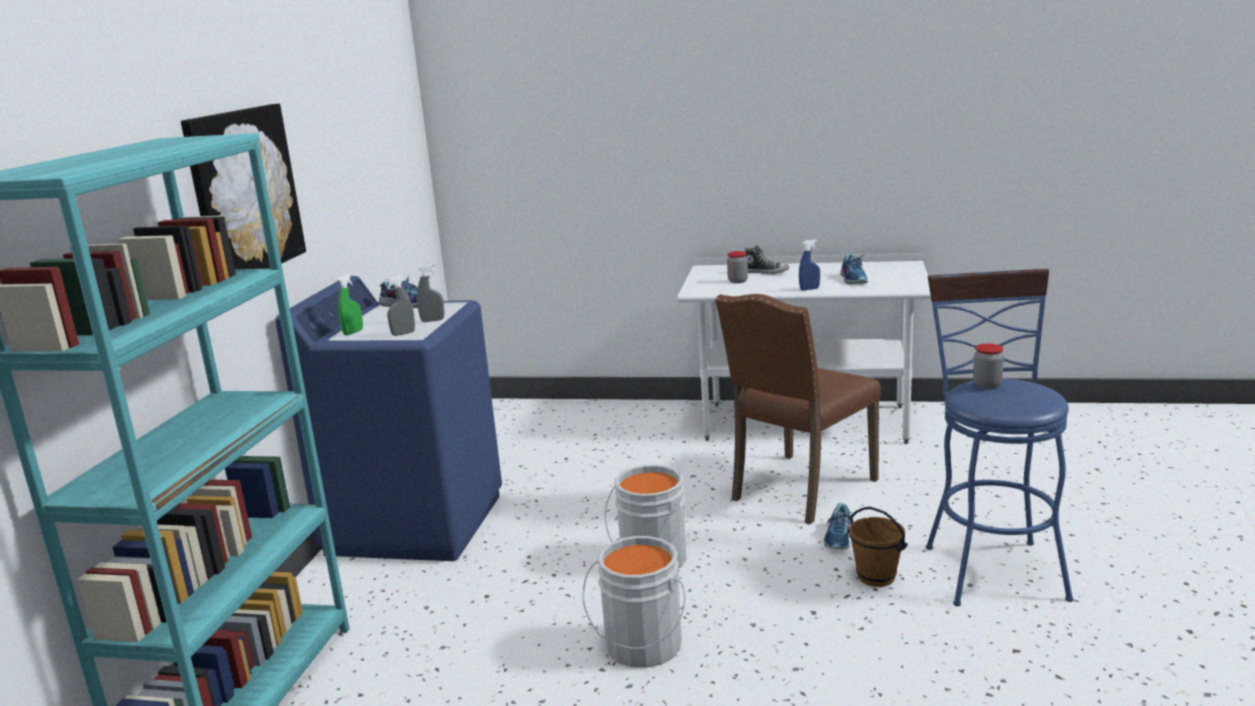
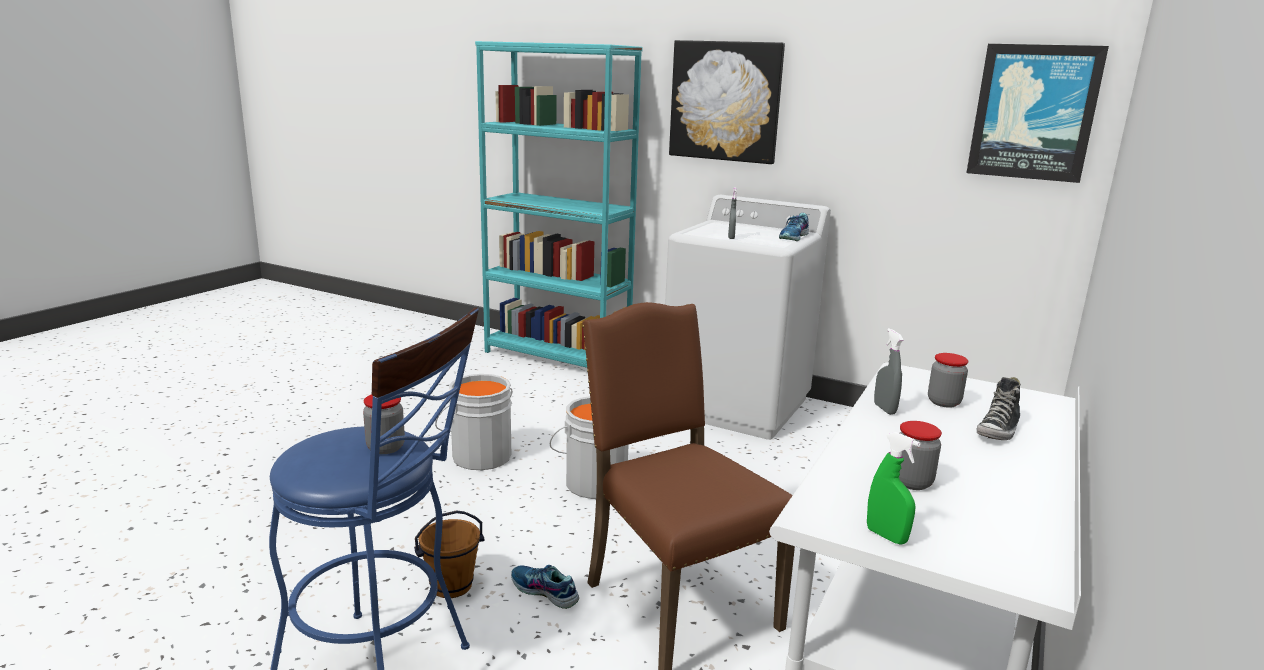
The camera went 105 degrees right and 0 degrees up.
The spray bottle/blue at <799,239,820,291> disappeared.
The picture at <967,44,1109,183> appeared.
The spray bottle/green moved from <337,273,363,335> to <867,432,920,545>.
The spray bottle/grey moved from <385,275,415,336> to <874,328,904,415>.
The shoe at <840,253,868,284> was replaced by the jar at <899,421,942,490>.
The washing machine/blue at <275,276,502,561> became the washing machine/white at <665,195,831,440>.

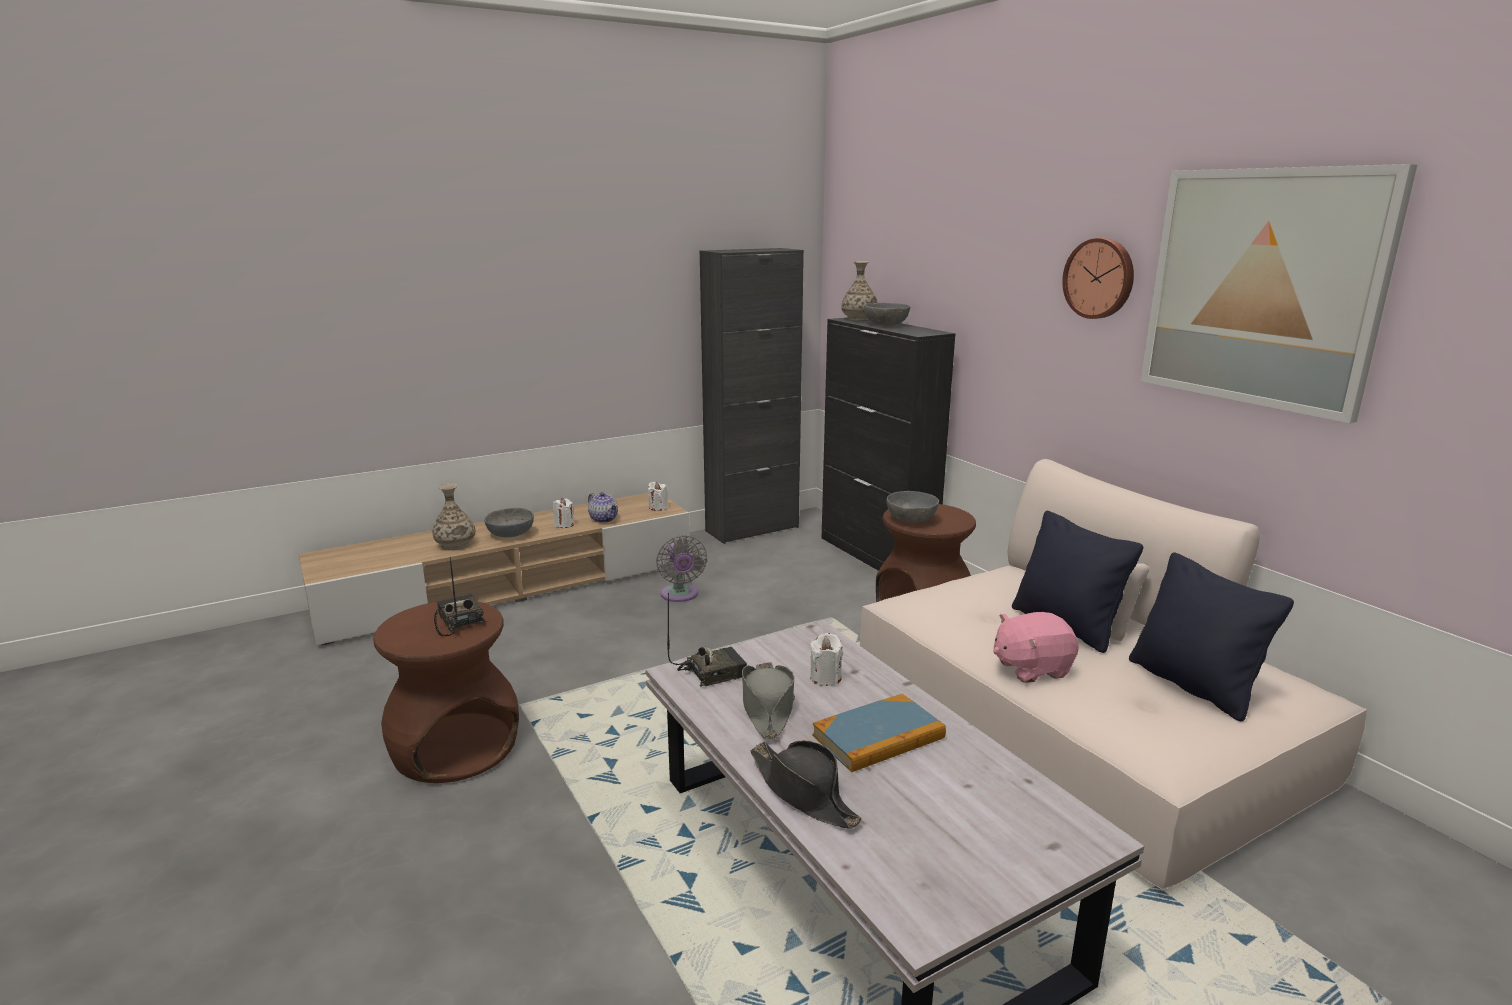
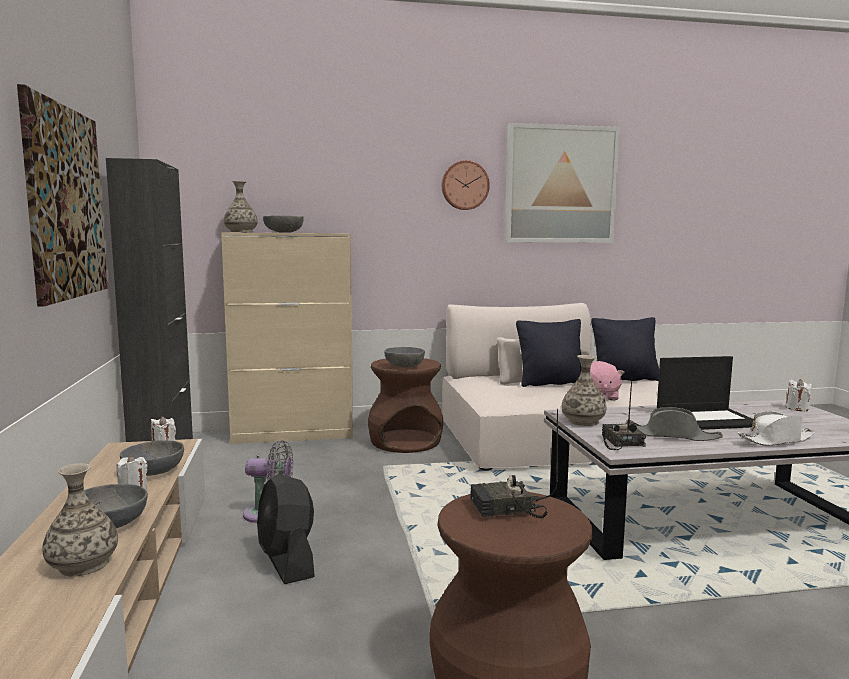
The camera went 70 degrees left and 10 degrees down.
The picture at <17,84,108,307> appeared.
The fan/black at <257,474,315,584> appeared.
The vase at <562,355,606,426> appeared.
The candle/white moved from <810,633,843,686> to <786,379,812,411>.
The teapot at <588,492,618,523> was replaced by the bowl/grey at <120,440,184,476>.
The book at <812,694,946,773> was replaced by the laptop at <657,356,754,430>.
The hat/black at <750,740,862,829> became the hat/white at <738,411,815,446>.
The cabinet/black at <822,317,956,571> became the cabinet/beige at <221,233,353,444>.

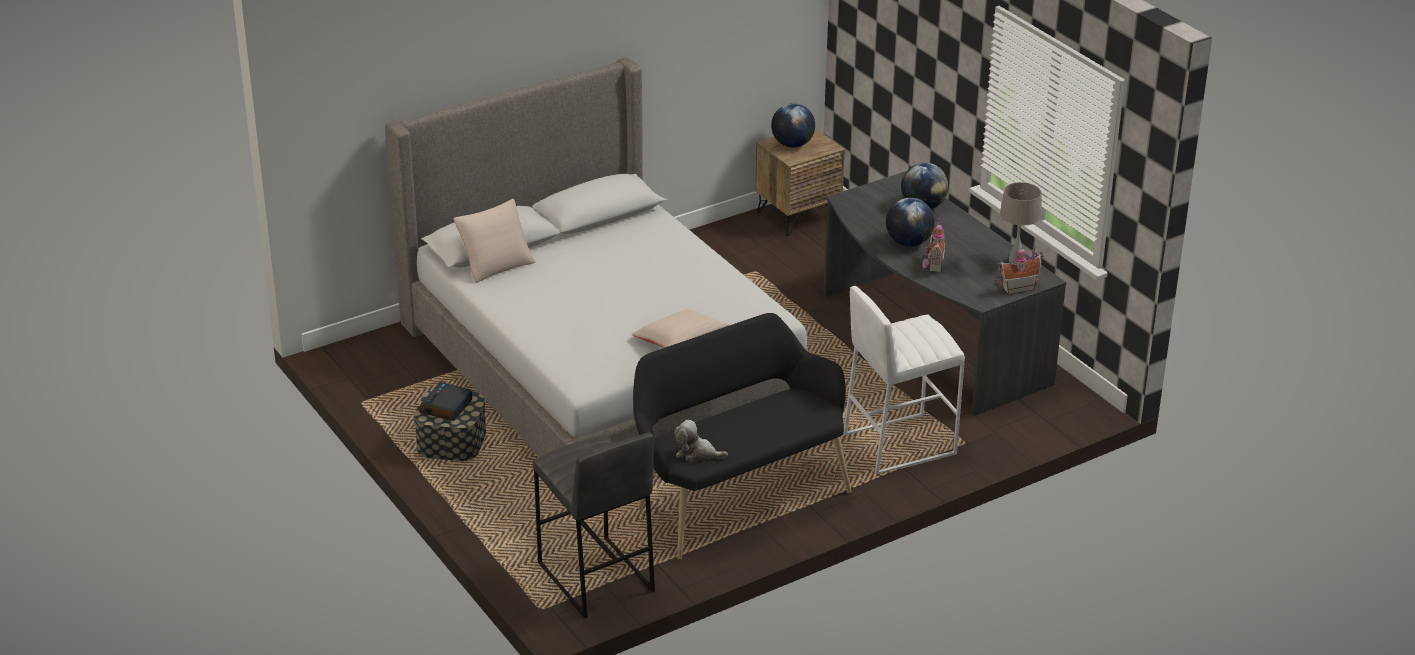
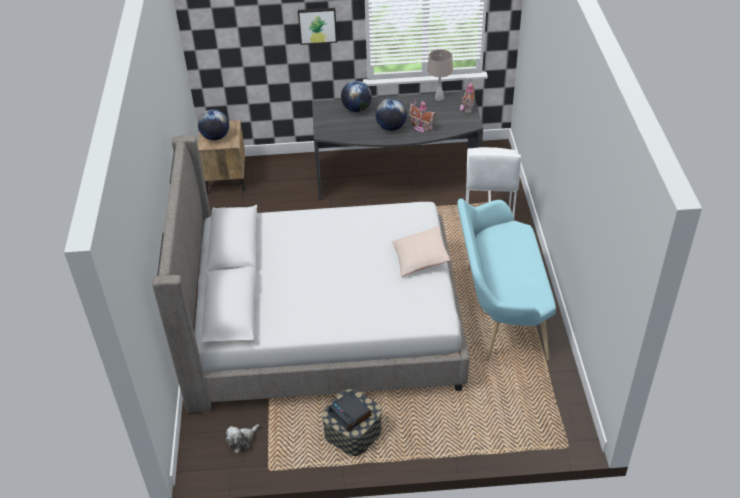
The camera went 60 degrees left and 10 degrees up.
The pillow/beige at <453,199,535,283> disappeared.
The stool/grey at <533,433,655,618> disappeared.
The picture at <298,8,337,45> appeared.
The plush toy moved from <674,420,728,463> to <226,424,260,454>.
The bench/black at <633,313,851,560> became the bench/turquoise at <457,199,556,361>.

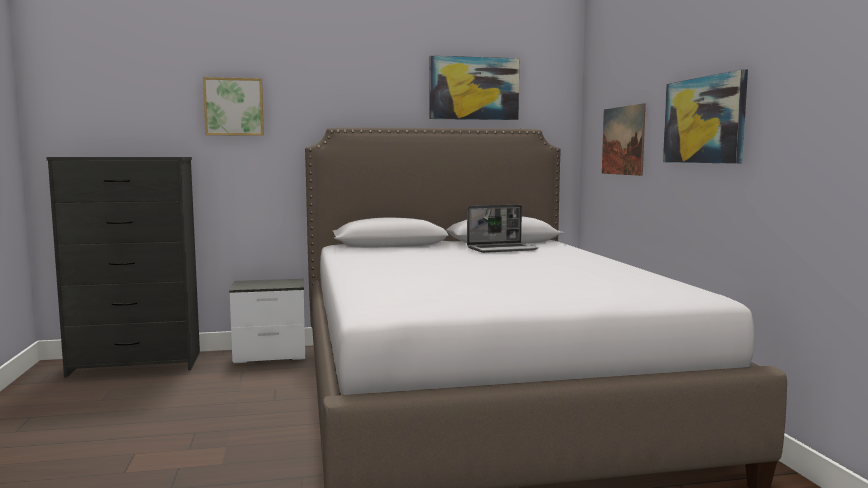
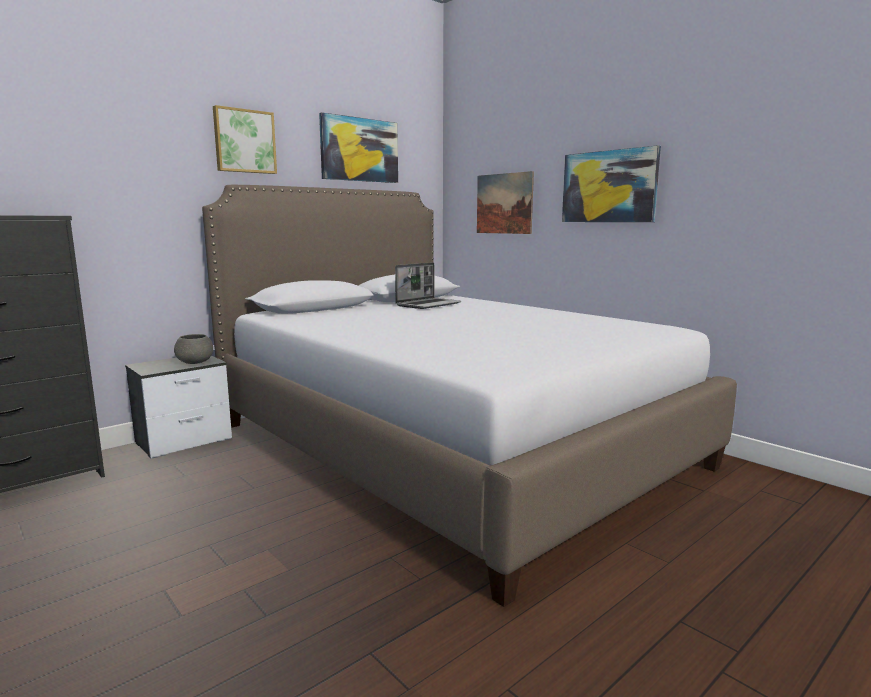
The camera went 30 degrees left and 5 degrees up.
The bowl/grey at <174,334,213,364> appeared.
The picture moved from <203,77,264,136> to <213,105,277,174>.

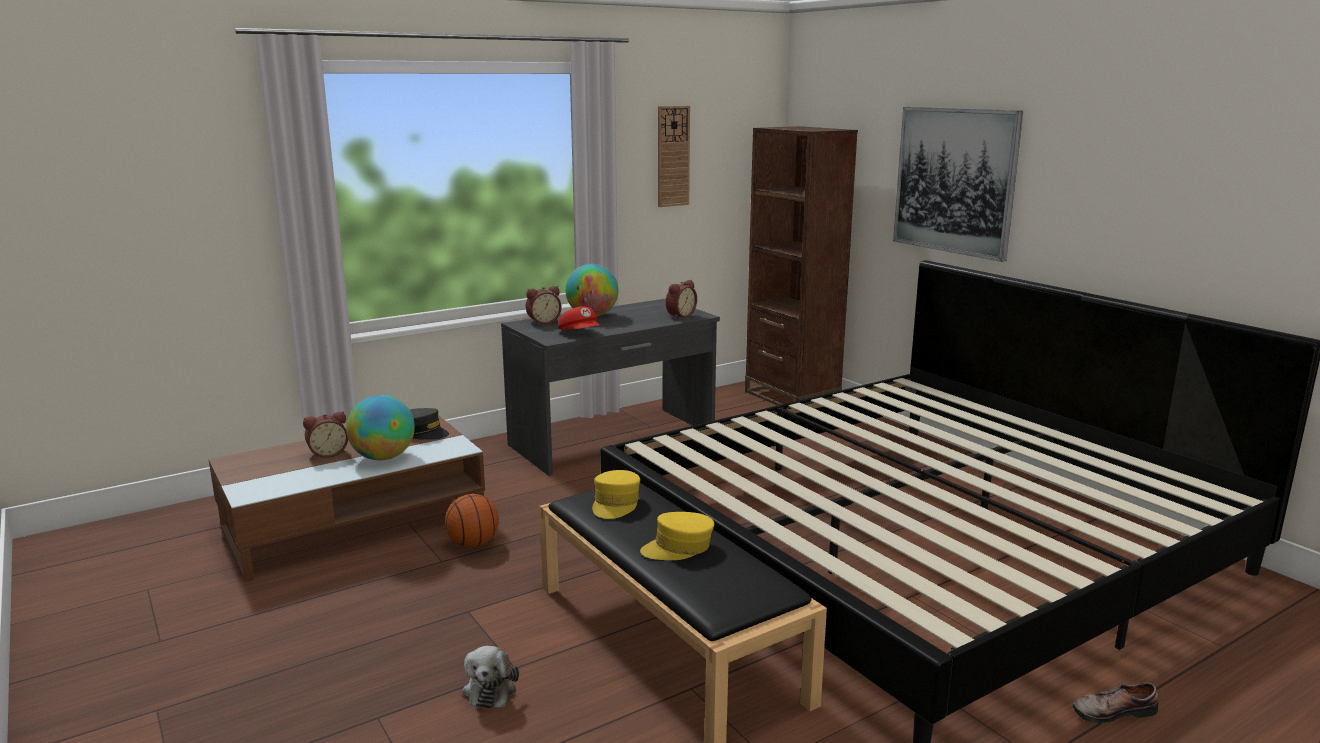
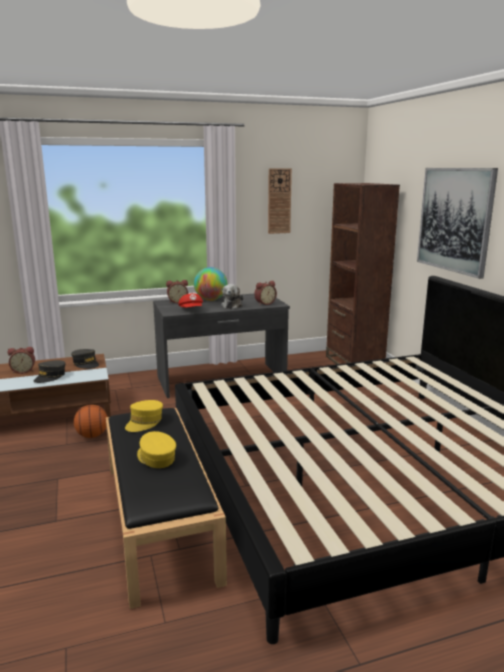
The camera went 15 degrees right and 0 degrees up.
The shoe at <1073,682,1159,723> disappeared.
The plush toy moved from <462,646,519,709> to <221,284,244,309>.
The globe at <346,395,415,460> was replaced by the cap/grey at <34,360,66,383>.
The cap/yellow at <640,512,714,560> turned 60 degrees clockwise.

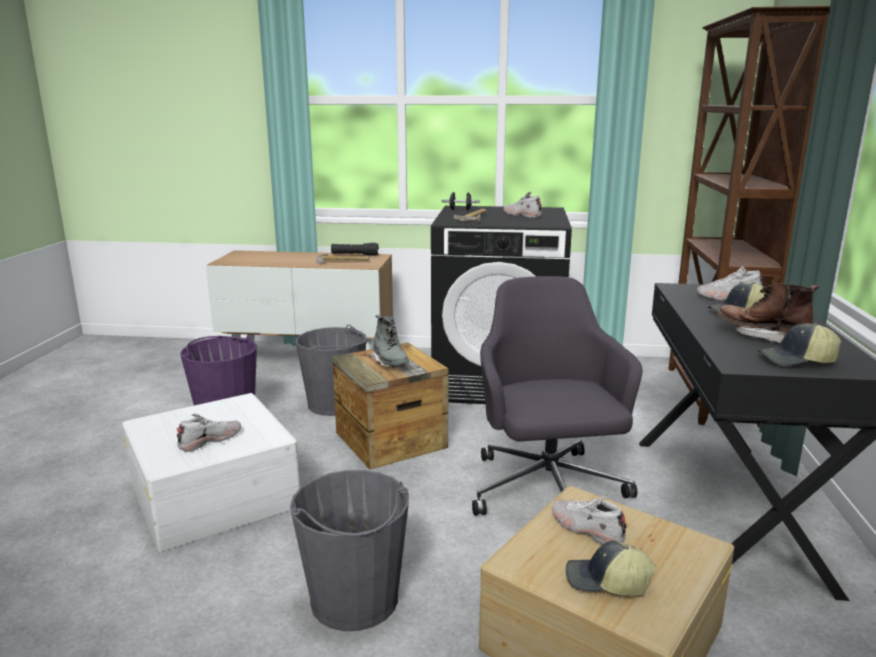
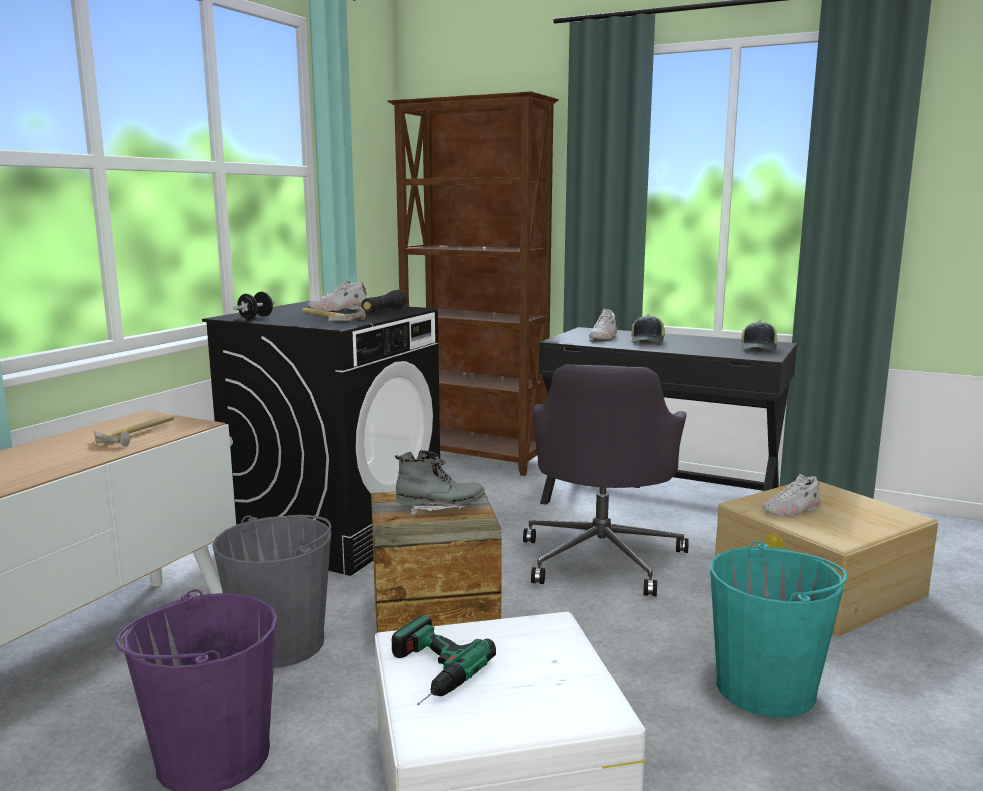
The camera went 70 degrees left and 5 degrees down.
The shoe/white at <177,413,241,452> disappeared.
The cap at <566,540,656,596> disappeared.
The boot/brown at <717,283,819,343> disappeared.
The power drill at <391,615,496,705> appeared.
The flashlight/black moved from <331,243,379,256> to <361,290,407,313>.
The bucket/grey at <290,470,409,631> became the bucket/turquoise at <710,540,847,718>.
The office chair/grey at <472,276,643,516> turned 90 degrees counterclockwise.

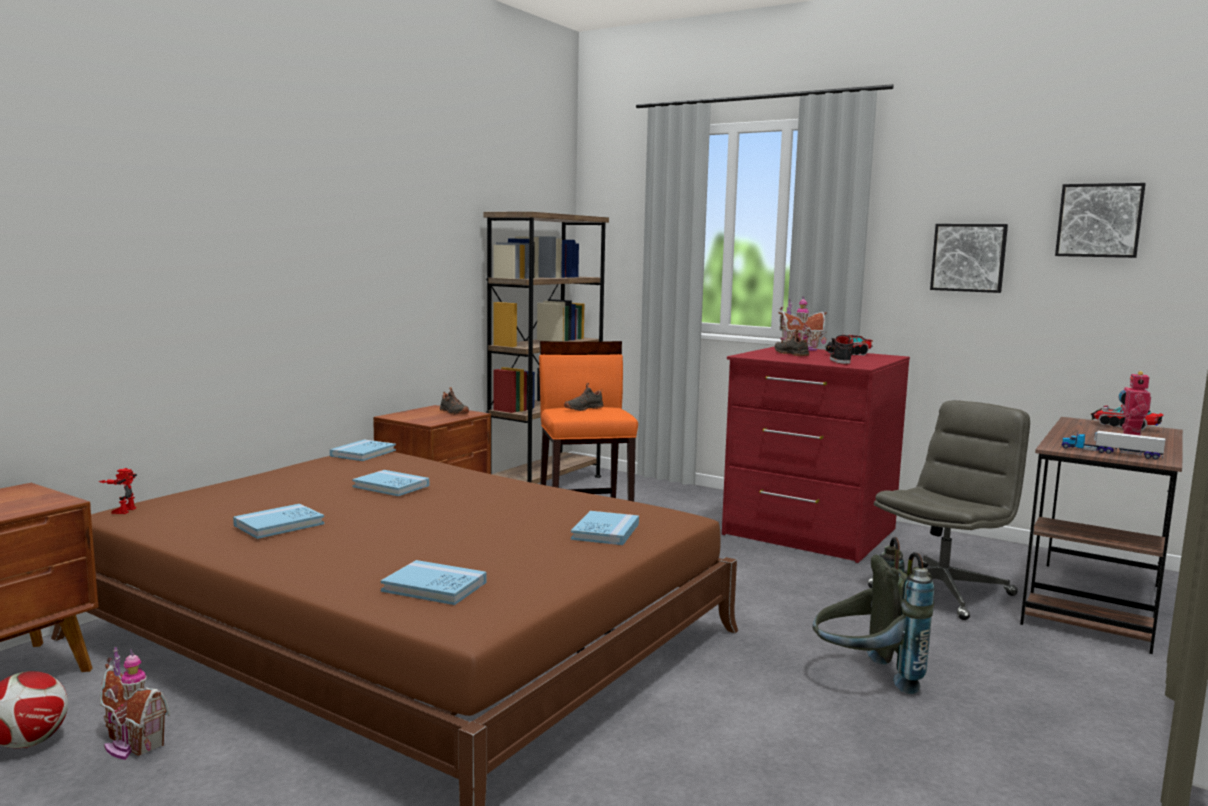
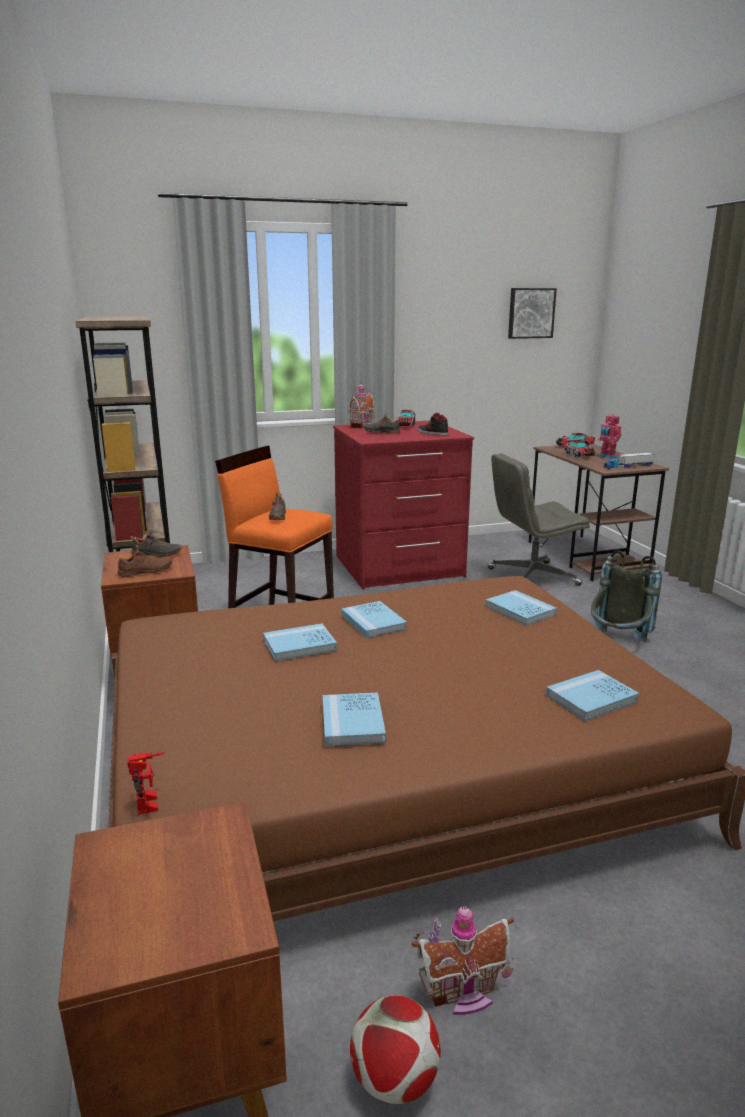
The camera went 50 degrees left and 10 degrees up.
The picture at <930,224,1008,293> disappeared.
The shoe/brown at <116,545,173,578> appeared.
The toy truck at <563,440,595,458> appeared.
The book/blue moved from <330,440,396,461> to <341,601,407,638>.
The toy robot at <99,468,137,514> turned 150 degrees counterclockwise.
The office chair/grey at <868,400,1030,620> turned 105 degrees counterclockwise.

